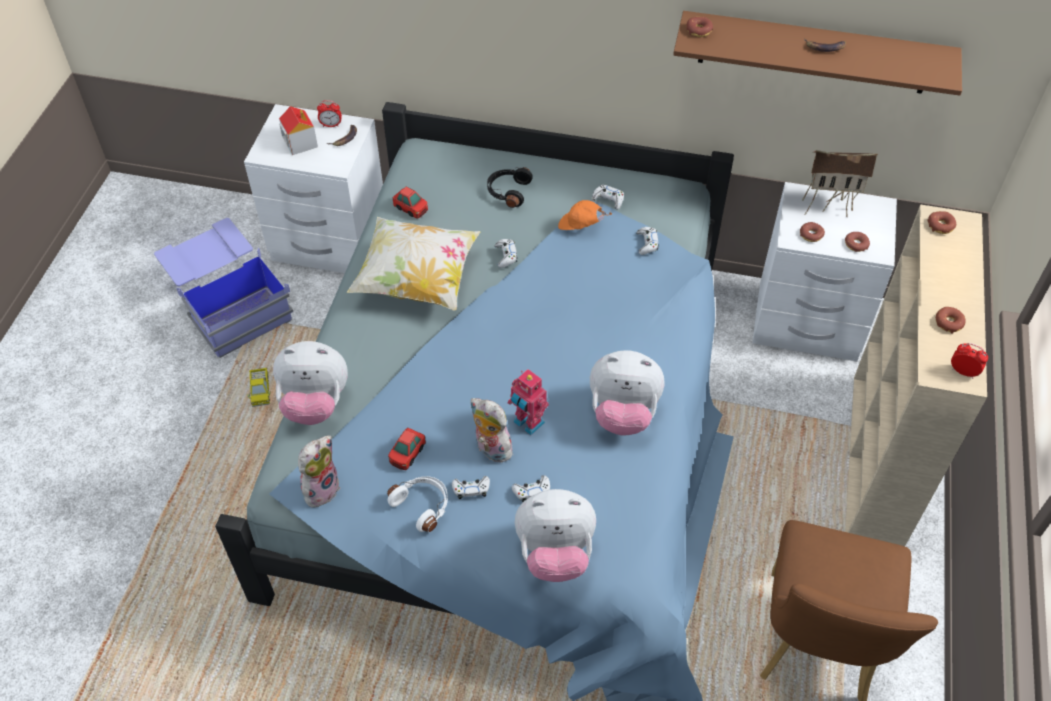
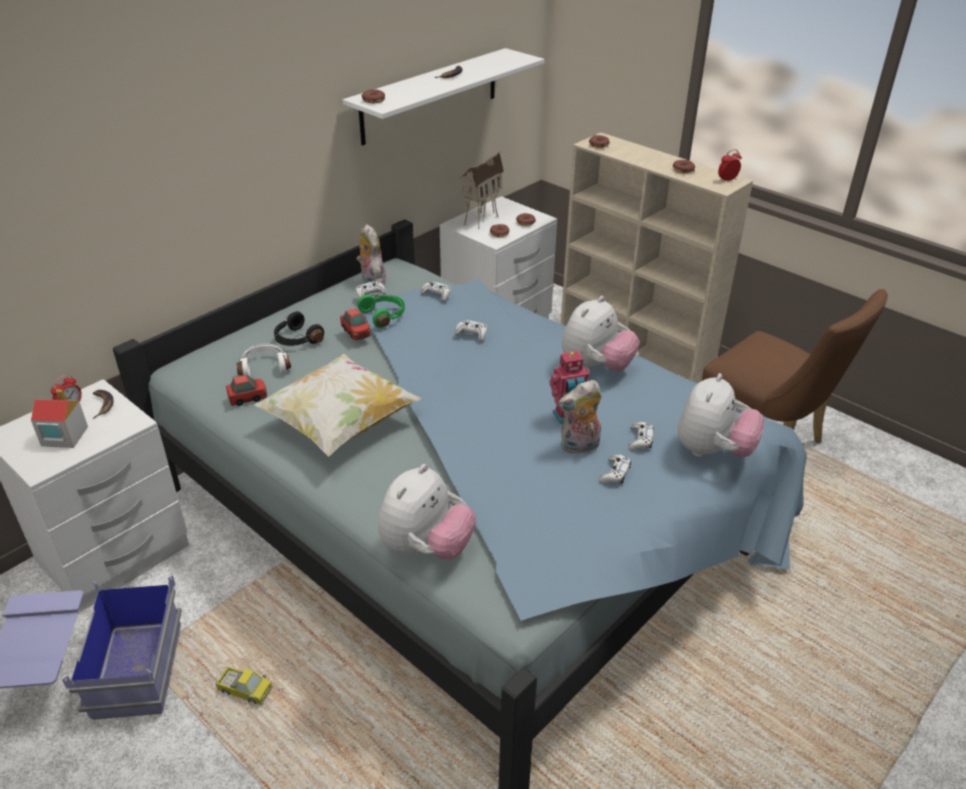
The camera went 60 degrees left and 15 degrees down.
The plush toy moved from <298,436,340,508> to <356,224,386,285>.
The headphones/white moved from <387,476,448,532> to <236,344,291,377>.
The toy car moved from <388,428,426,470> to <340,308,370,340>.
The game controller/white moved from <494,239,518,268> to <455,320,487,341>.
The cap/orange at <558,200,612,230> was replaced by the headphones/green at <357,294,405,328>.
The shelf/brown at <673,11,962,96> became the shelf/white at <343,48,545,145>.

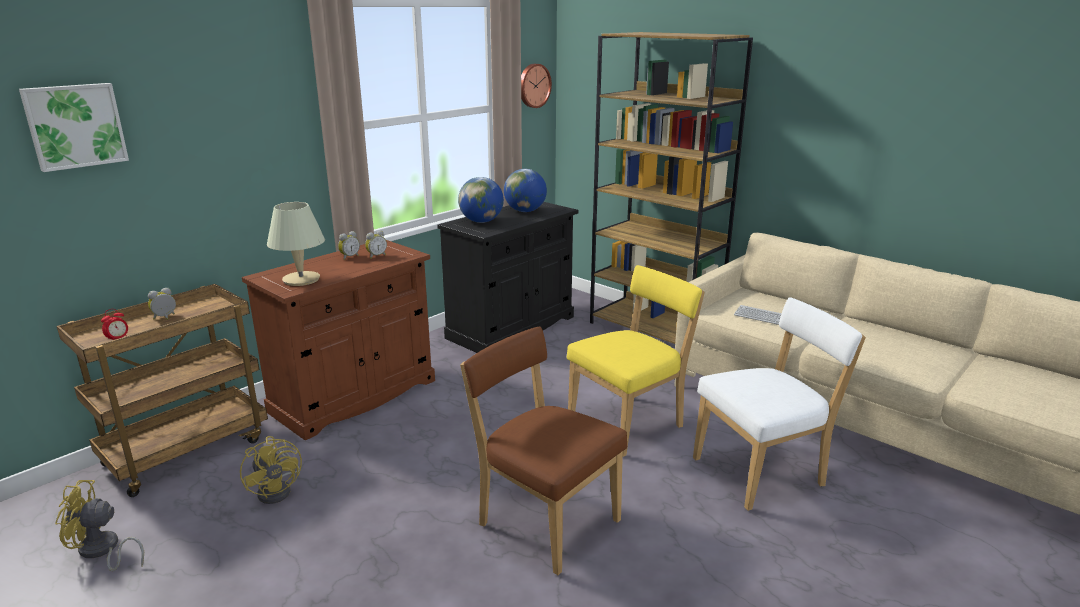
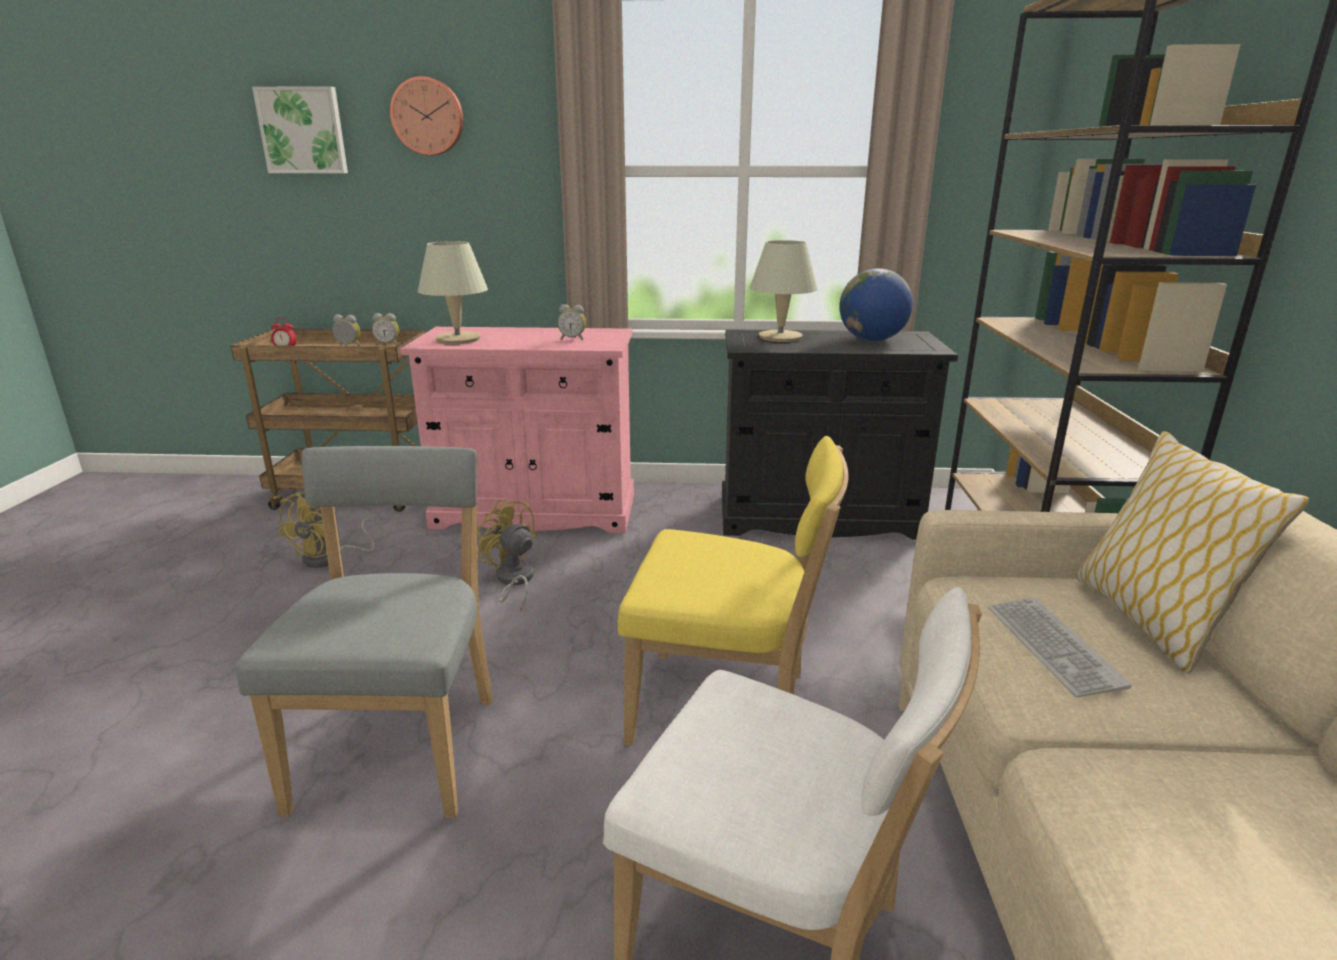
The camera went 50 degrees right and 0 degrees up.
The pillow at <1076,431,1310,673> appeared.
The fan/yellow moved from <55,480,144,571> to <477,499,537,613>.
The alarm clock moved from <338,231,360,260> to <372,313,399,346>.
The wall clock moved from <521,64,552,108> to <390,76,463,155>.
The globe at <458,177,504,223> was replaced by the table lamp/beige at <750,240,818,342>.
The cabinet/brown at <242,240,435,440> became the cabinet/pink at <400,327,634,533>.
The chair/brown at <460,327,627,575> became the chair/grey at <235,446,493,818>.

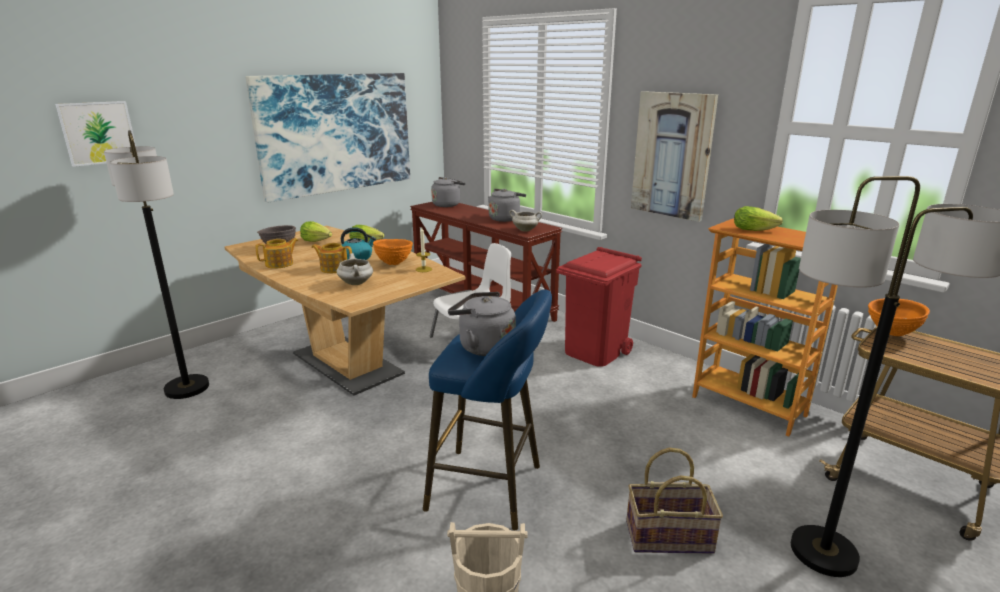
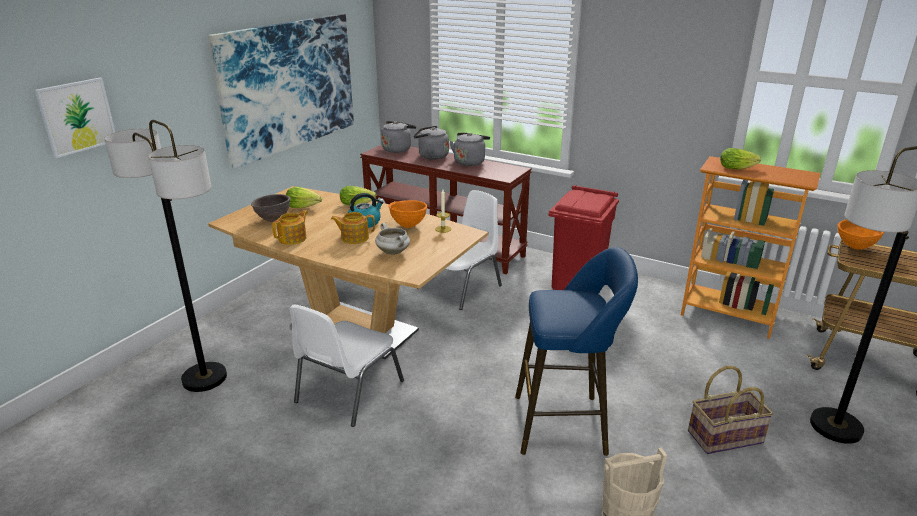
The camera went 15 degrees left and 5 degrees up.
The cooking pot/white at <509,210,542,232> disappeared.
The picture at <631,91,718,222> disappeared.
The chair/white at <289,305,404,427> appeared.
The kettle/grey moved from <448,292,516,356> to <414,126,449,159>.

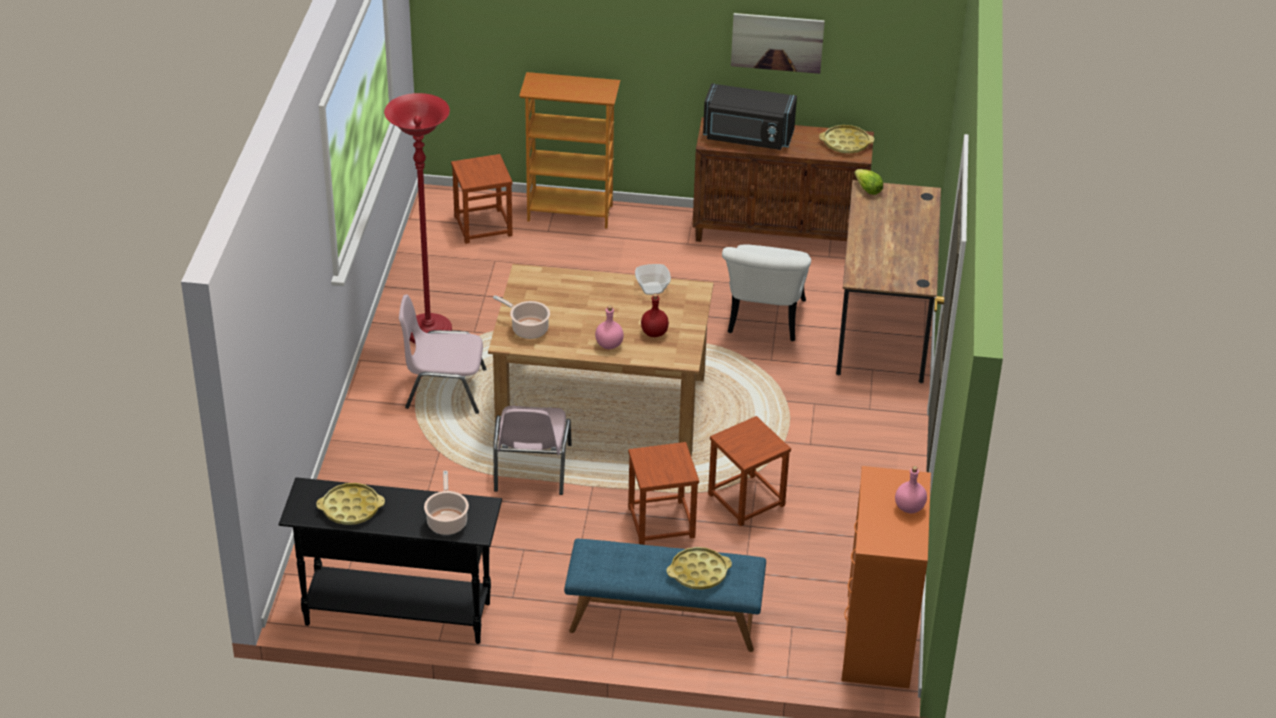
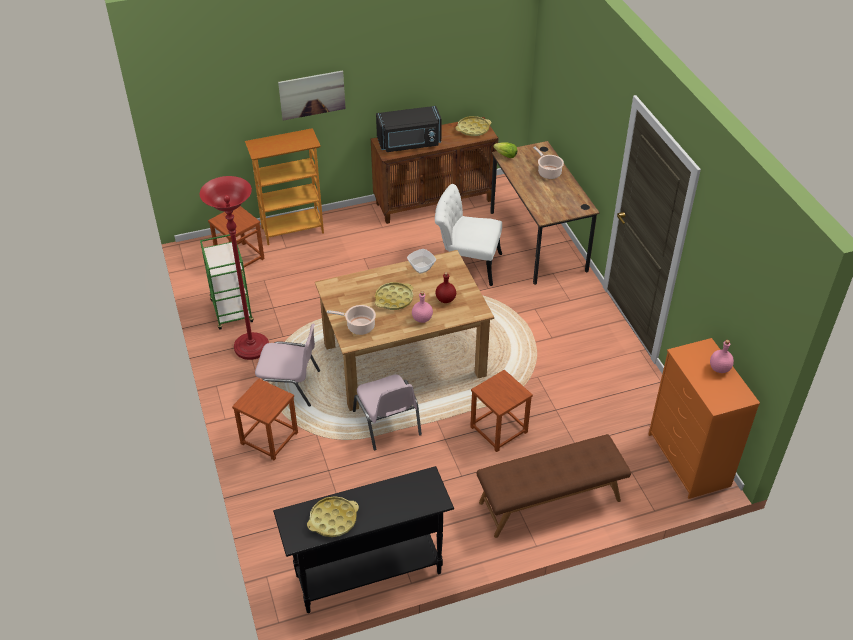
The camera went 25 degrees left and 5 degrees up.
The cart/green at <200,234,254,330> appeared.
The cooking pot moved from <424,471,469,535> to <533,146,564,179>.
The tray/yellow moved from <666,547,732,590> to <375,282,413,310>.
The stool/brown moved from <708,416,791,526> to <232,378,298,460>.
The picture moved from <731,13,825,74> to <278,70,346,120>.
The bench/blue at <564,538,766,652> became the bench/brown at <477,434,631,538>.
The chair/pink at <399,294,486,414> turned 150 degrees counterclockwise.
The chair/white at <722,244,811,341> turned 120 degrees clockwise.

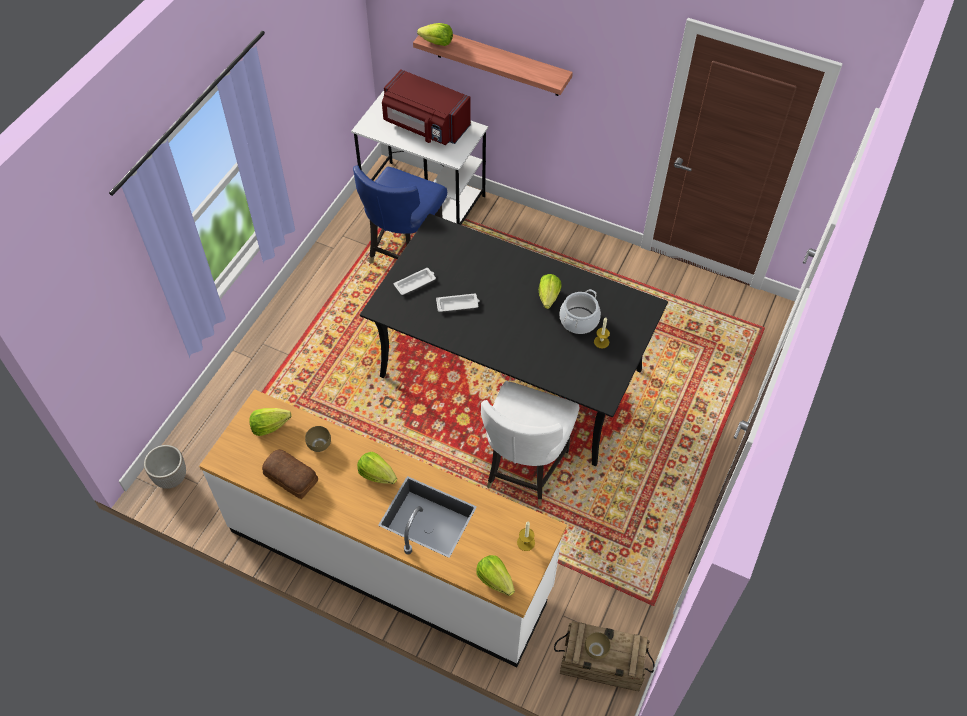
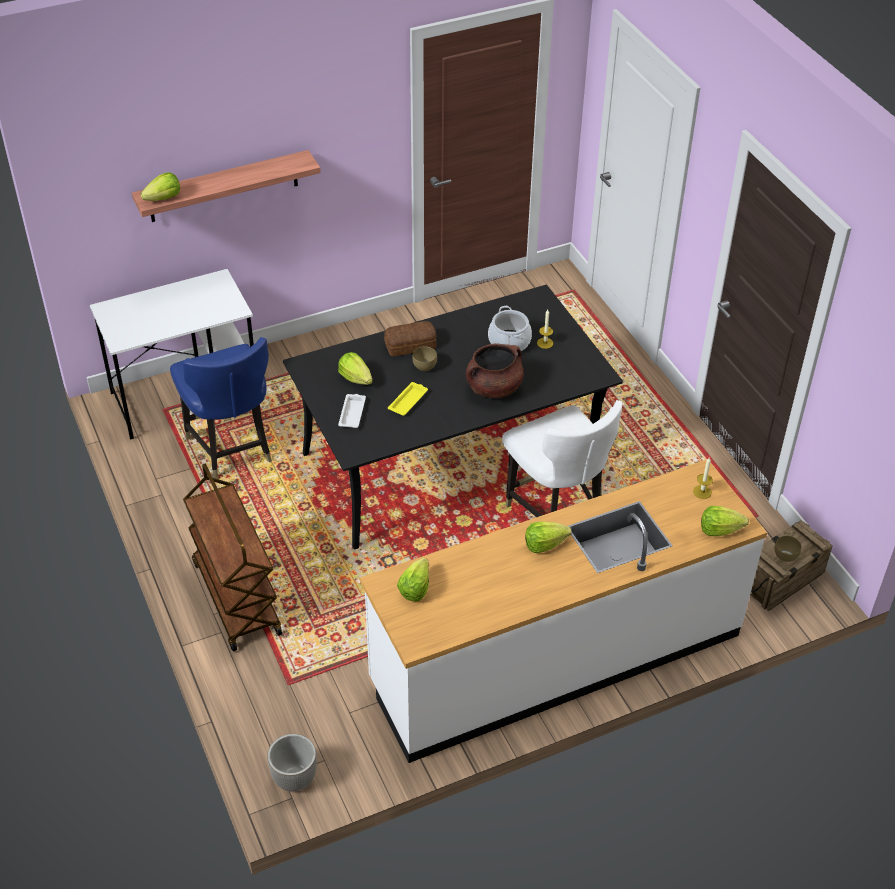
The camera went 50 degrees left and 10 degrees down.
The microwave/red at <382,69,471,145> disappeared.
The cart/brown at <183,463,282,652> appeared.
The cooking pot/brown at <466,343,524,398> appeared.
The bread moved from <262,449,318,499> to <384,321,437,356>.
The bowl/brown moved from <305,426,331,452> to <412,346,437,371>.
The lettuce moved from <539,274,562,309> to <338,352,373,385>.
The tray/white at <436,294,480,312> became the tray/yellow at <388,382,428,416>.

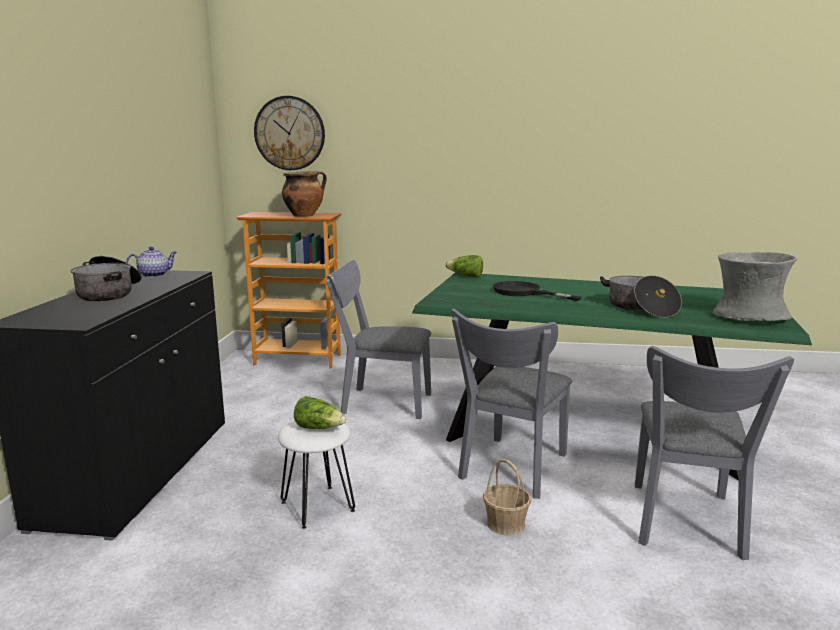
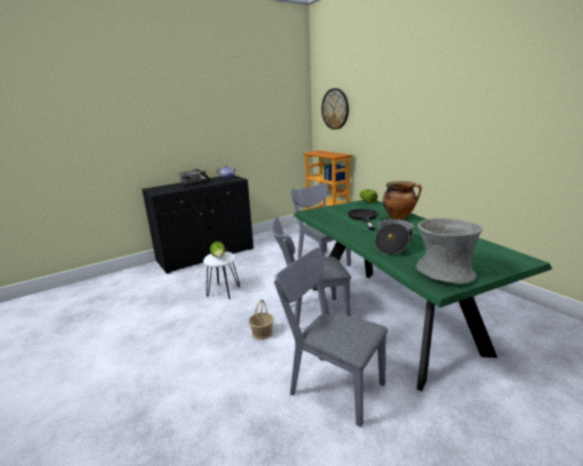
The camera went 50 degrees right and 5 degrees up.
The cooking pot moved from <282,171,327,217> to <383,181,422,219>.
The chair/grey at <635,346,794,560> turned 60 degrees clockwise.

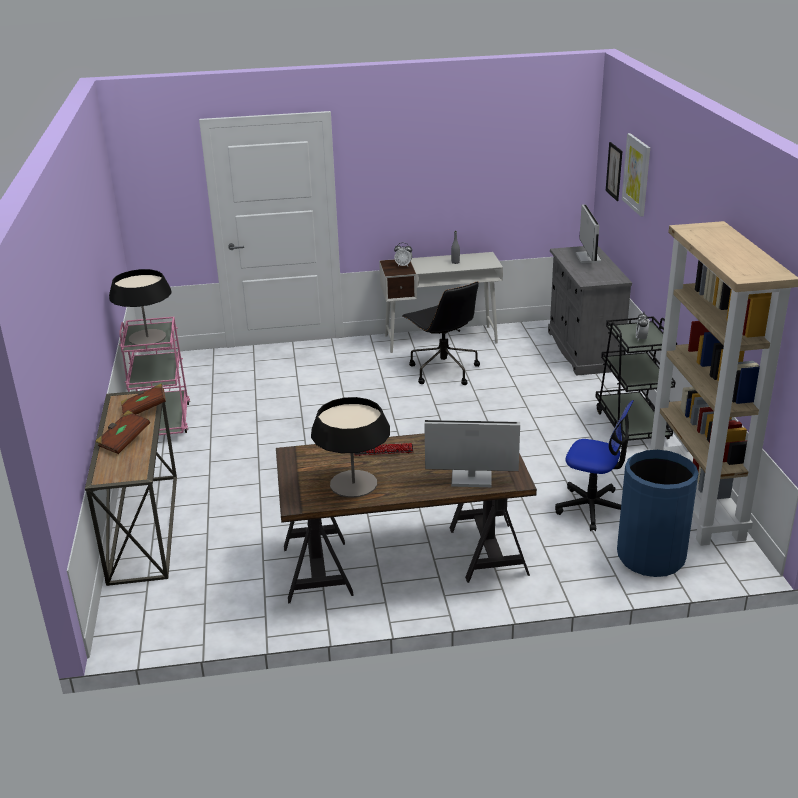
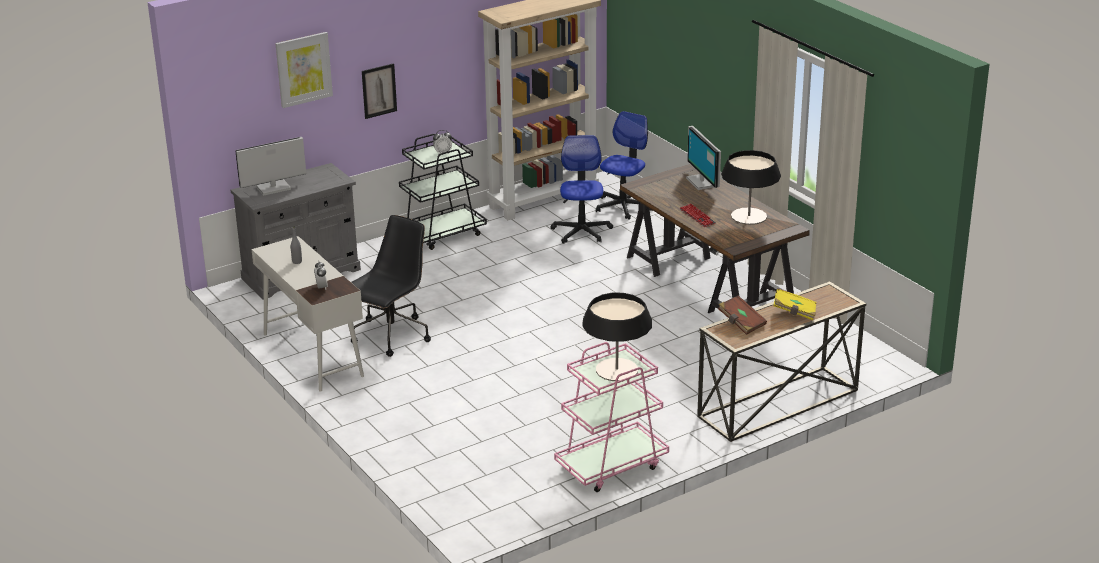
The camera went 115 degrees left and 0 degrees up.
The picture moved from <606,142,622,201> to <362,63,397,119>.
The trash can/blue at <617,450,698,577> was replaced by the office chair at <596,111,653,220>.
The book/brown at <95,411,150,454> became the book/yellow at <773,288,816,320>.

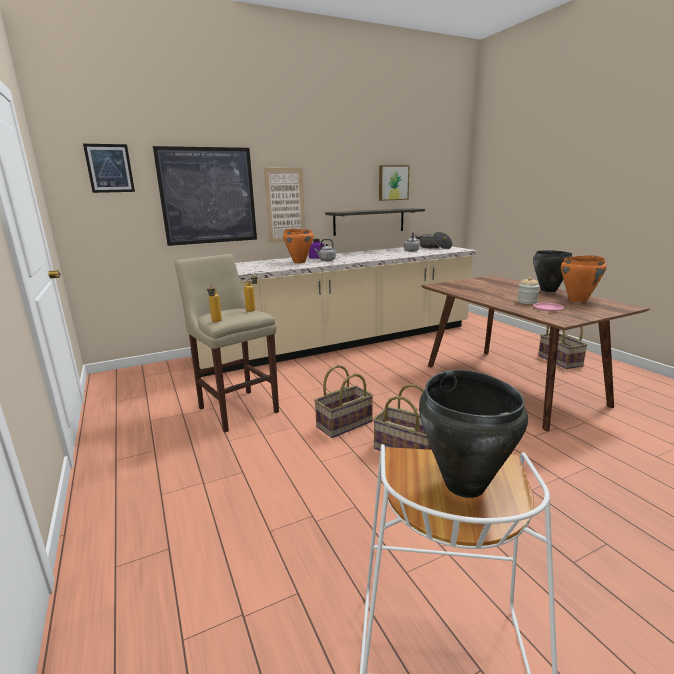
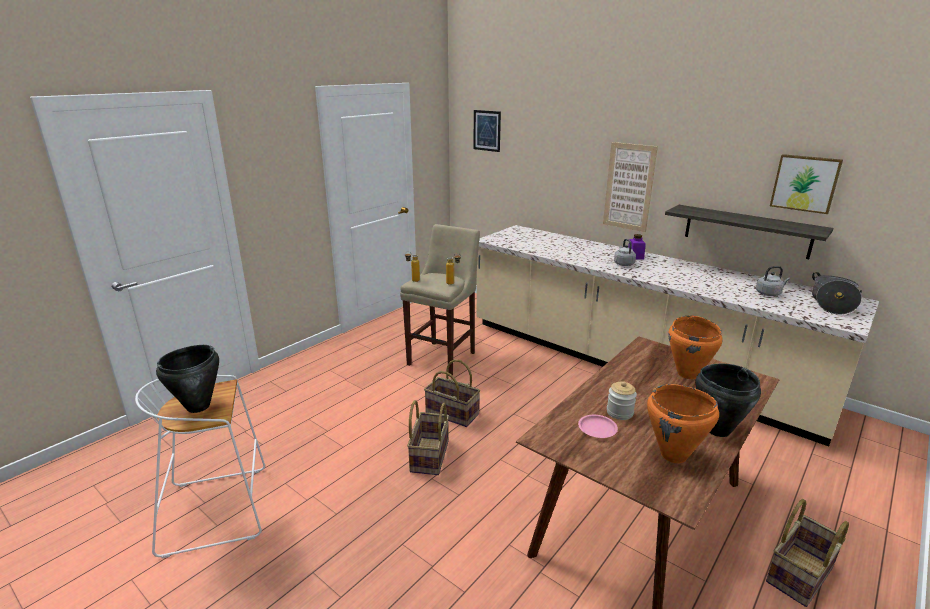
The camera went 65 degrees right and 5 degrees up.
The picture at <153,146,257,246> disappeared.
The cooking pot/orange moved from <283,229,314,263> to <668,316,723,379>.

